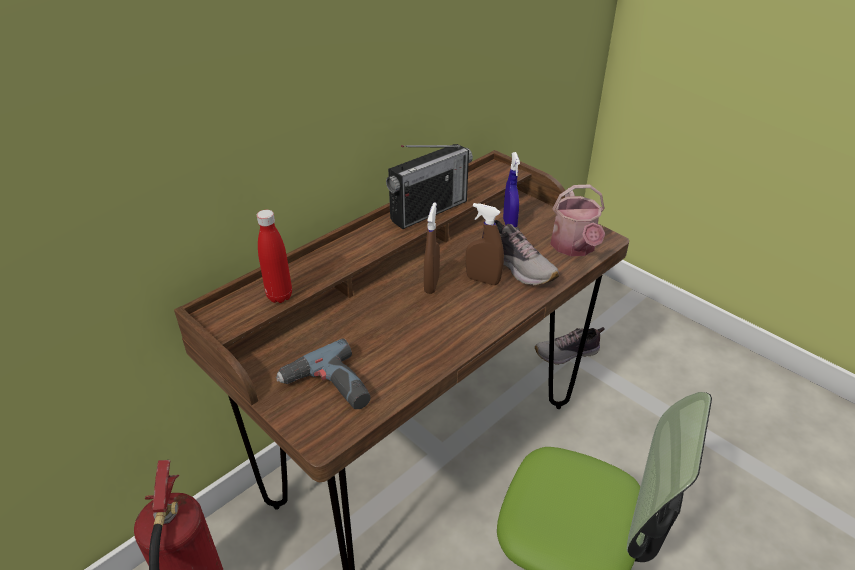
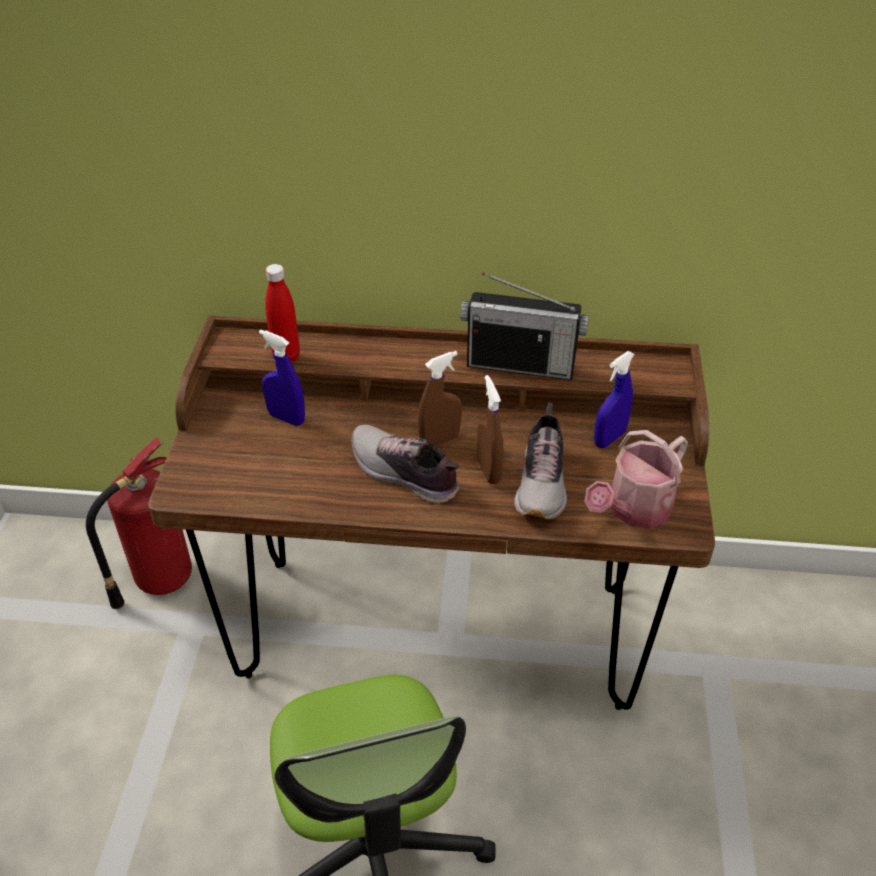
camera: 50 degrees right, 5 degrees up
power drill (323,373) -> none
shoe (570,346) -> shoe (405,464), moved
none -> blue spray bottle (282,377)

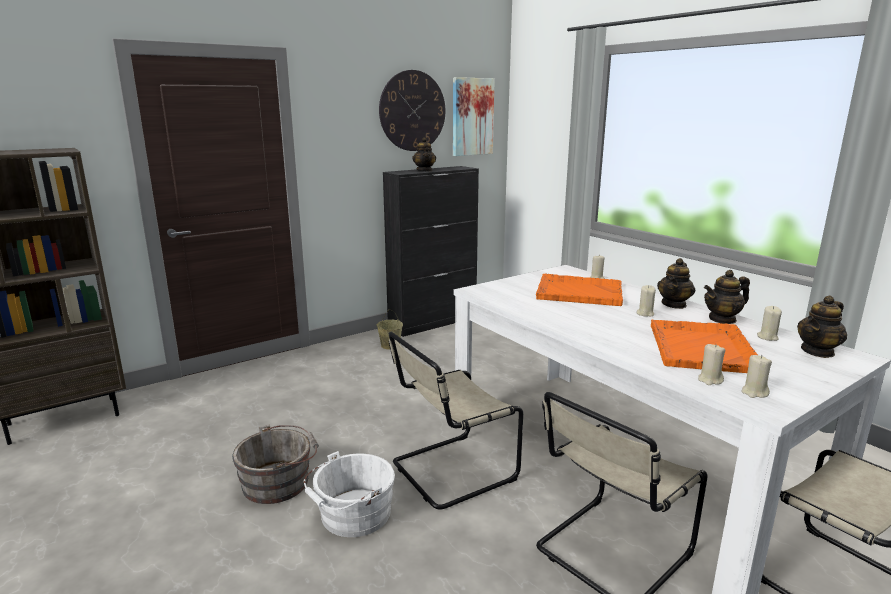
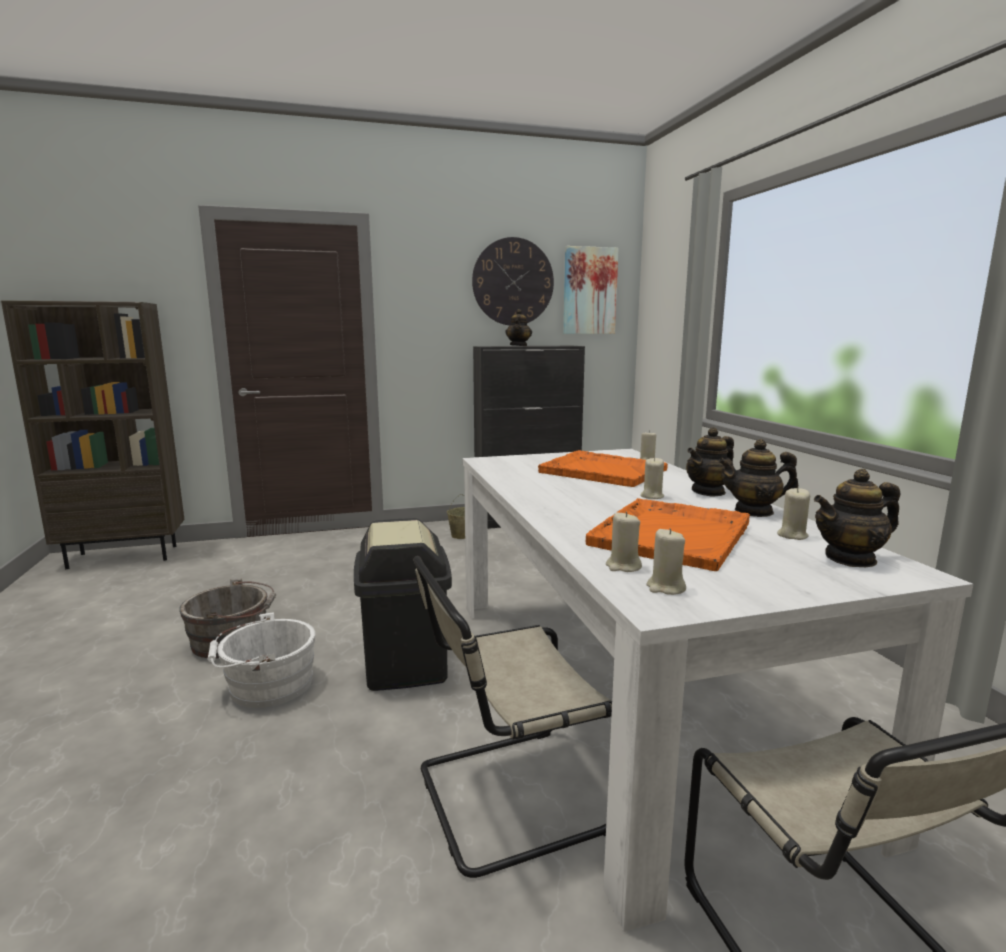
camera: 20 degrees right, 5 degrees down
beige chair (456,421) -> black trash can (403,604)

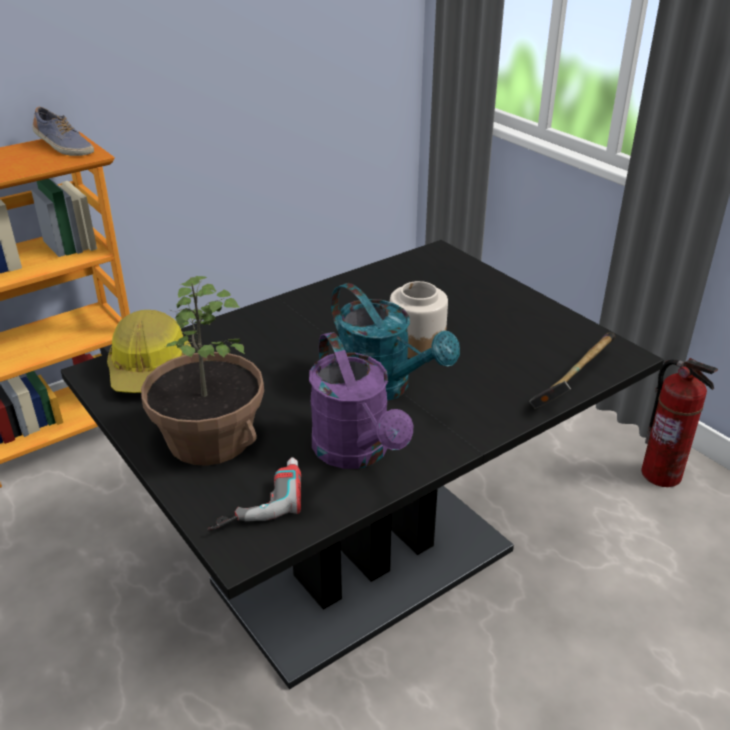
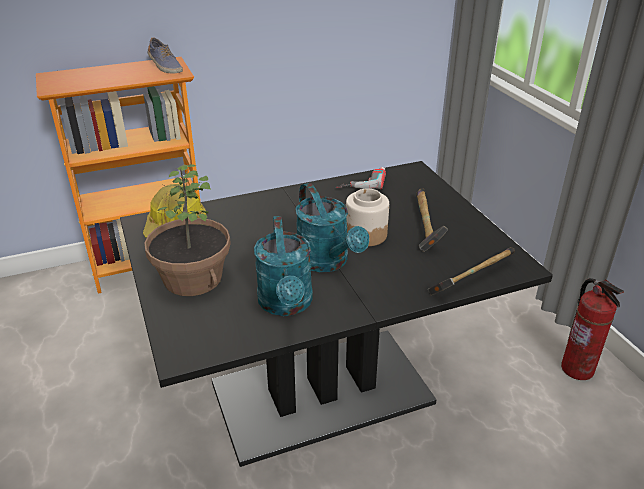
camera: 15 degrees right, 0 degrees up
power drill (254,493) -> power drill (361,178), moved
purple watering can (361,400) -> turquoise watering can (283,266)
none -> hammer (432,220)

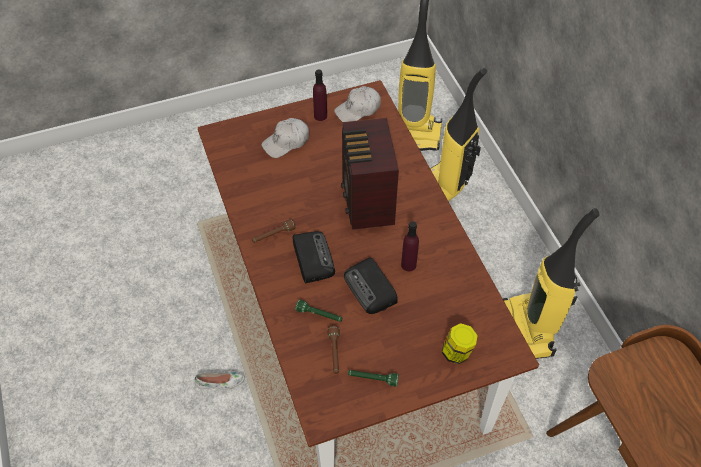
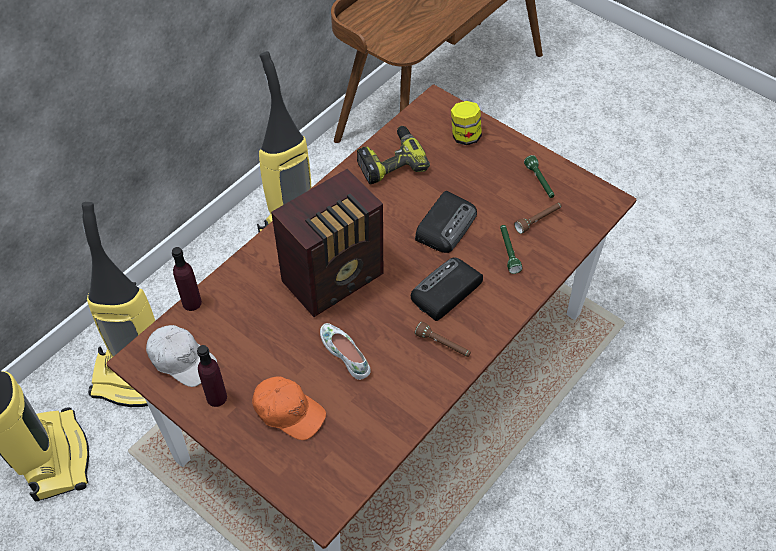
camera: 120 degrees left, 0 degrees up
white shoe (220,381) -> white shoe (345,351), moved
white cap (285,138) -> orange cap (289,408)
purple bottle (410,246) -> purple bottle (187,279), moved
none -> power drill (393,155)

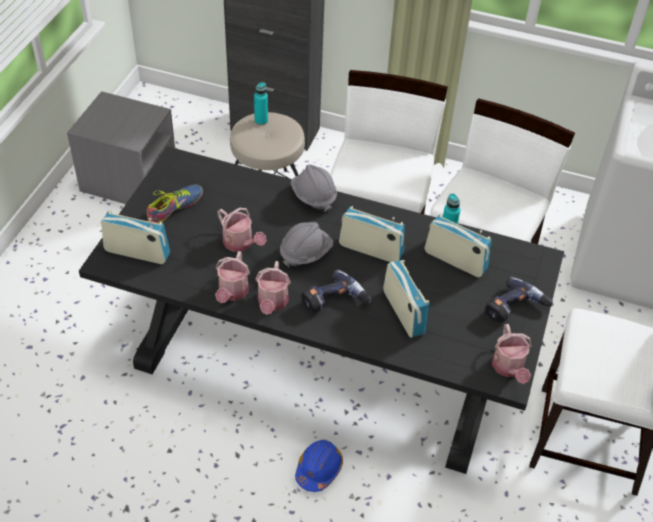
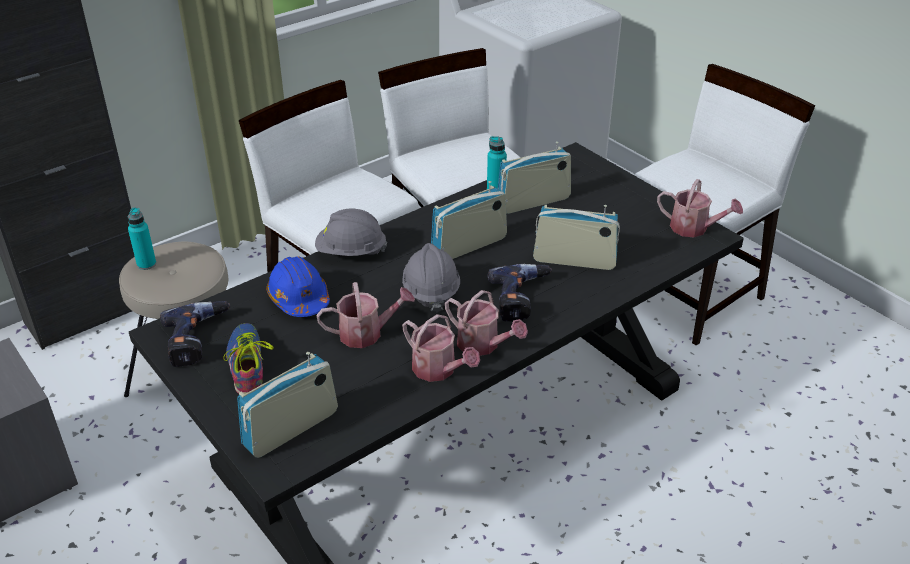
camera: 55 degrees left, 10 degrees down
blue hard hat (319,466) -> blue hard hat (298,286), moved
power drill (519,300) -> power drill (195,334), moved

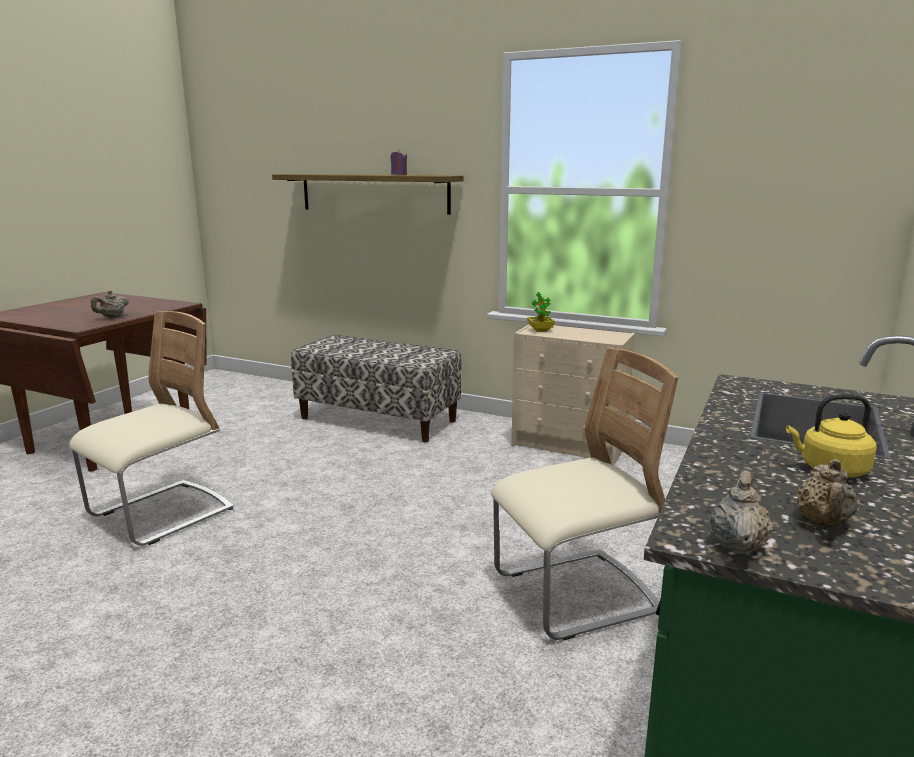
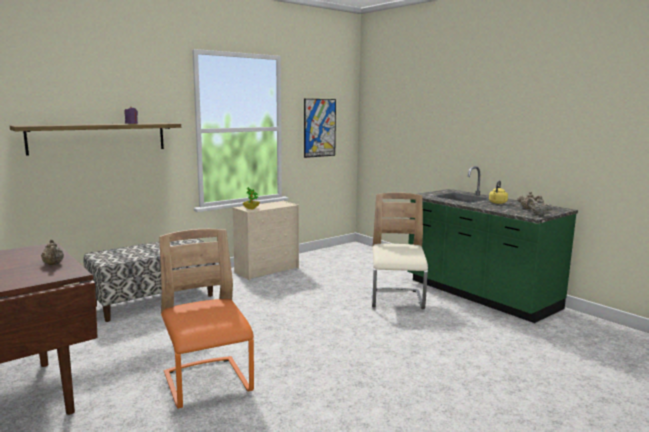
camera: 65 degrees left, 5 degrees down
beige chair (151,428) -> orange chair (206,319)
none -> picture (320,128)

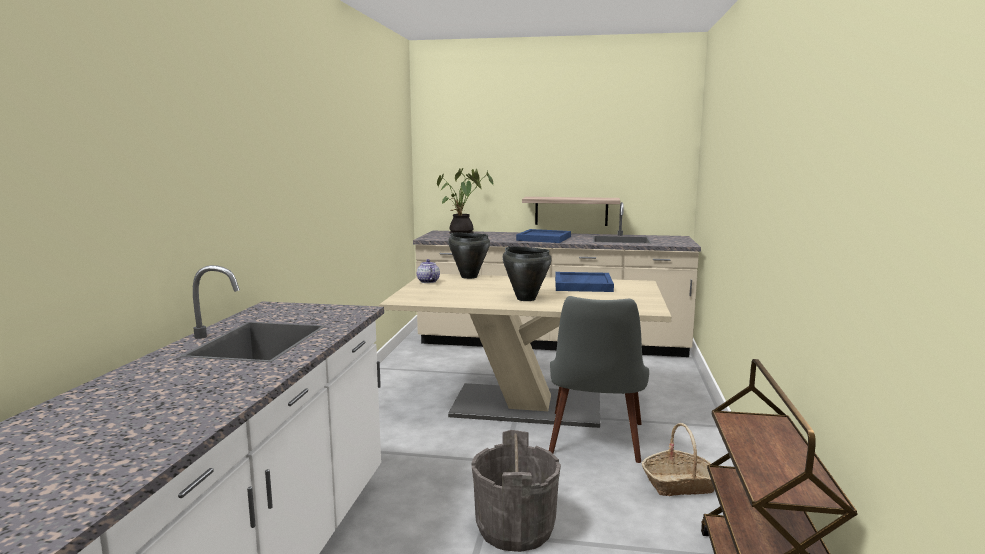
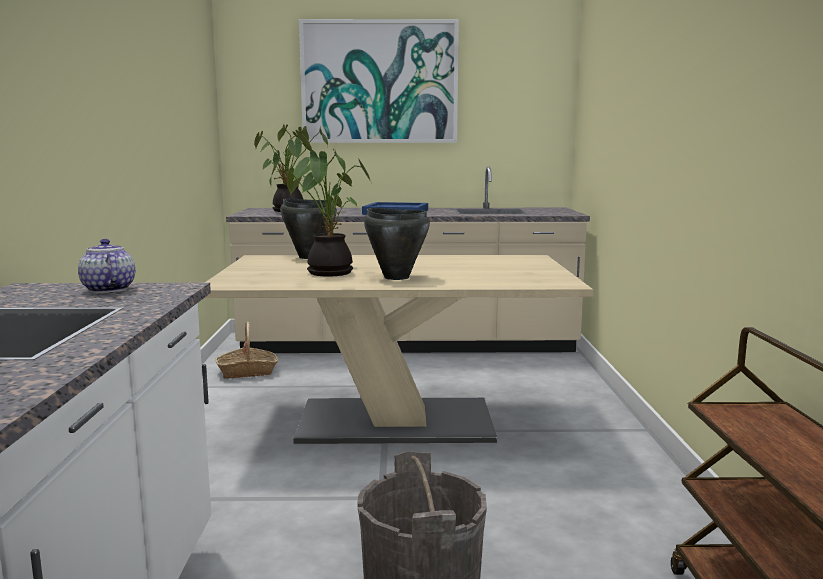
camera: 10 degrees left, 0 degrees up
teapot (428,271) -> teapot (106,266), moved
shelf (571,211) -> none
grey chair (599,379) -> none
blue tray (584,282) -> none
basket (678,459) -> basket (246,350), moved
none -> potted plant (320,213)
none -> picture (379,81)

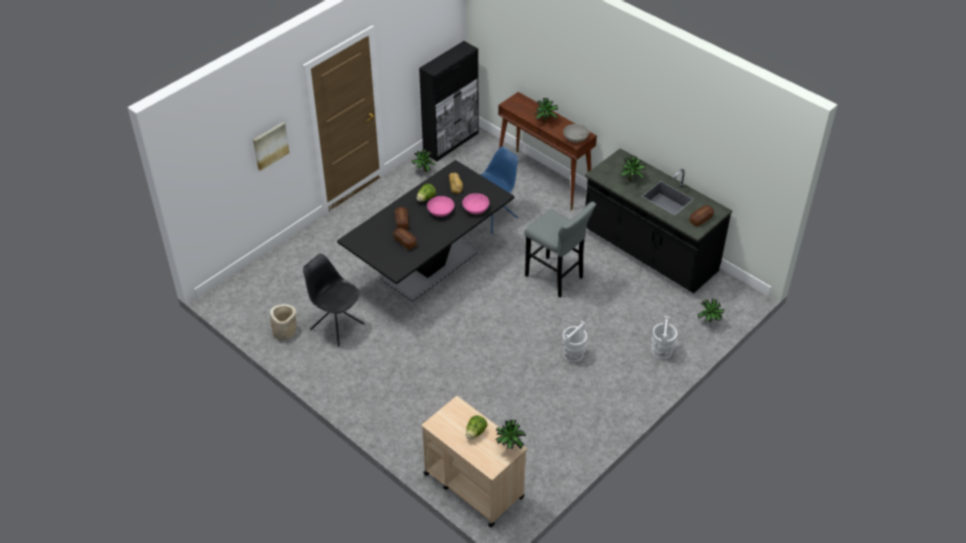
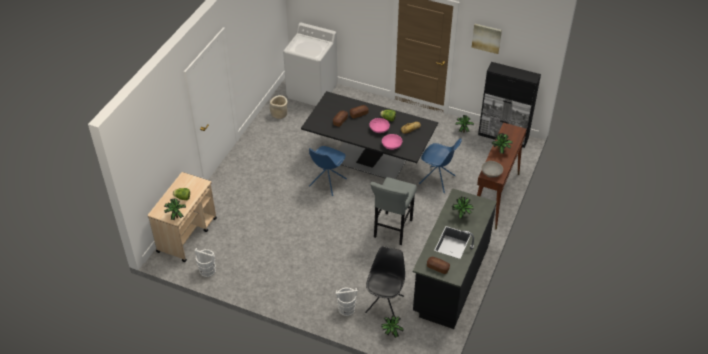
camera: 70 degrees right, 0 degrees up
picture (271,146) -> picture (487,39), moved
black chair (334,300) -> black chair (385,281), moved
white bucket (575,342) -> white bucket (205,262), moved
none -> white washing machine (310,64)
none -> blue chair (328,171)

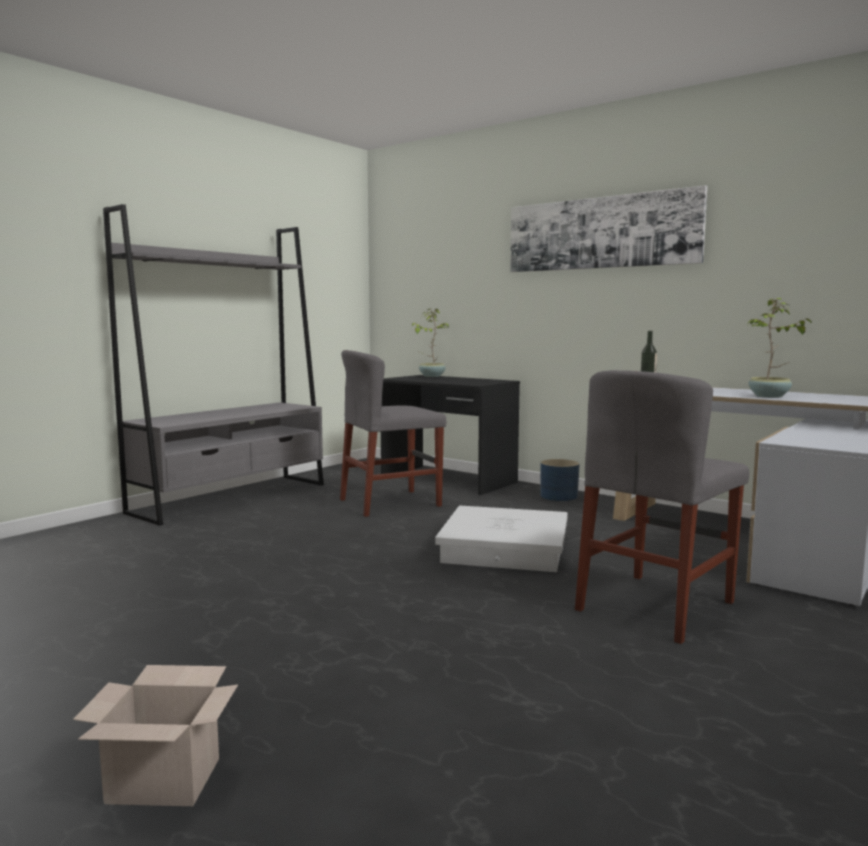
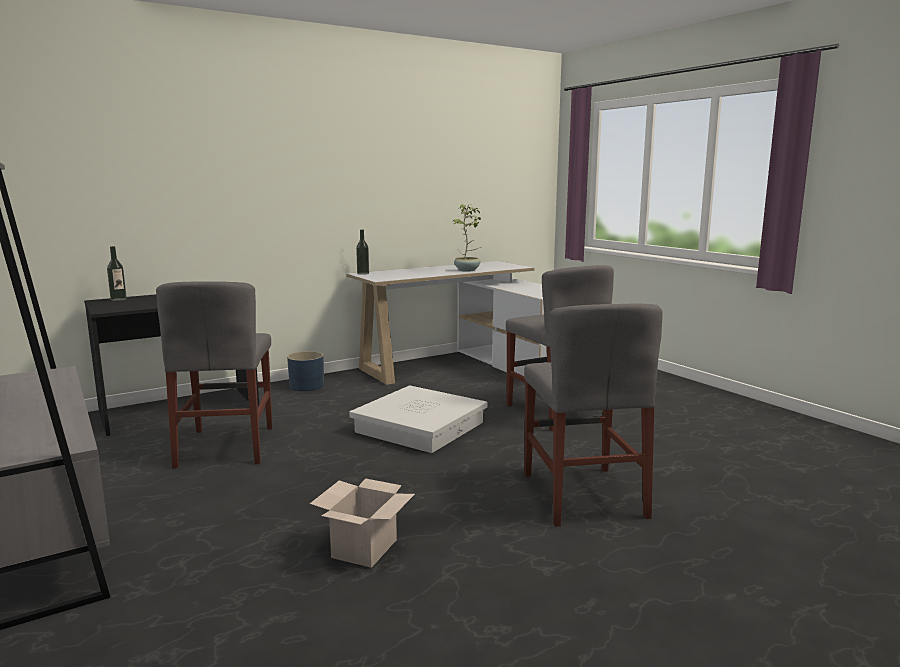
camera: 70 degrees left, 5 degrees up
cardboard box (155,735) -> cardboard box (362,523), moved
potted plant (430,343) -> bottle (117,273)
picture (608,228) -> none
none -> grey chair (593,415)

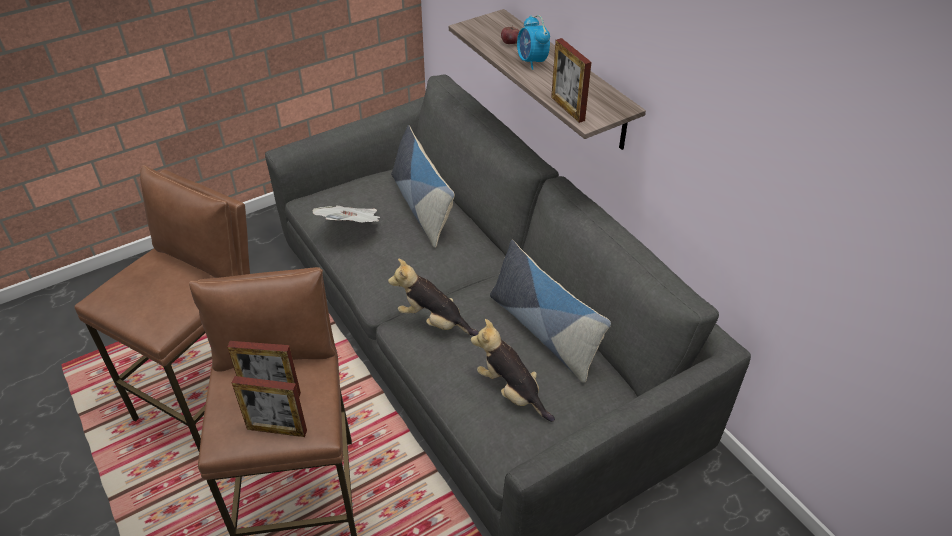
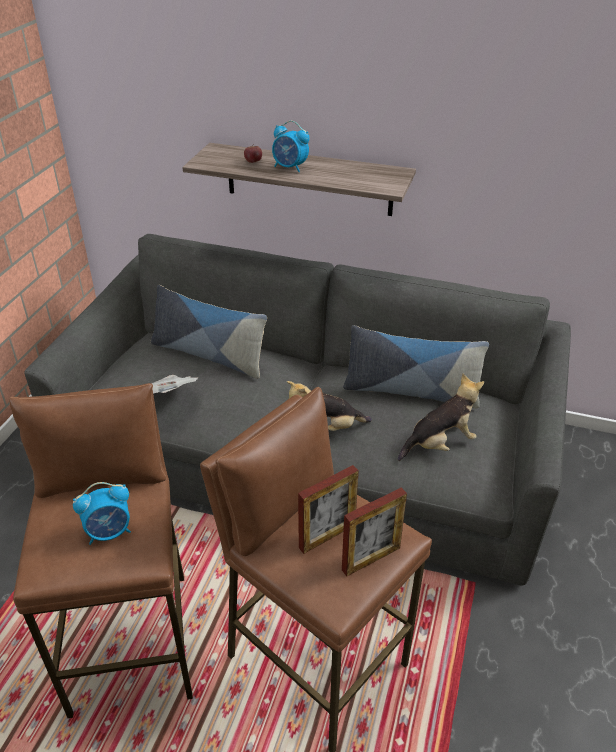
camera: 40 degrees left, 5 degrees down
plush toy (513,370) -> plush toy (441,417), 150 degrees clockwise
picture frame (571,80) -> none
none -> alarm clock (102,513)

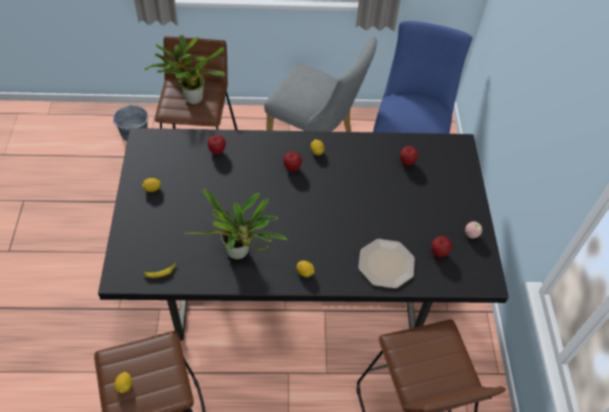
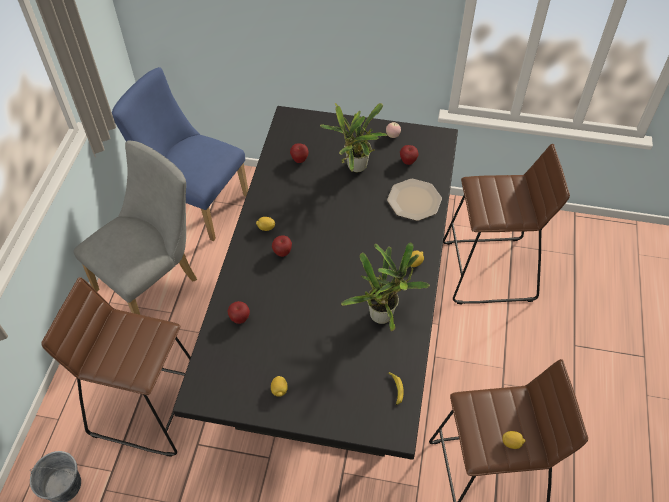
camera: 75 degrees left, 0 degrees up
potted plant (185,69) -> potted plant (353,137), moved

